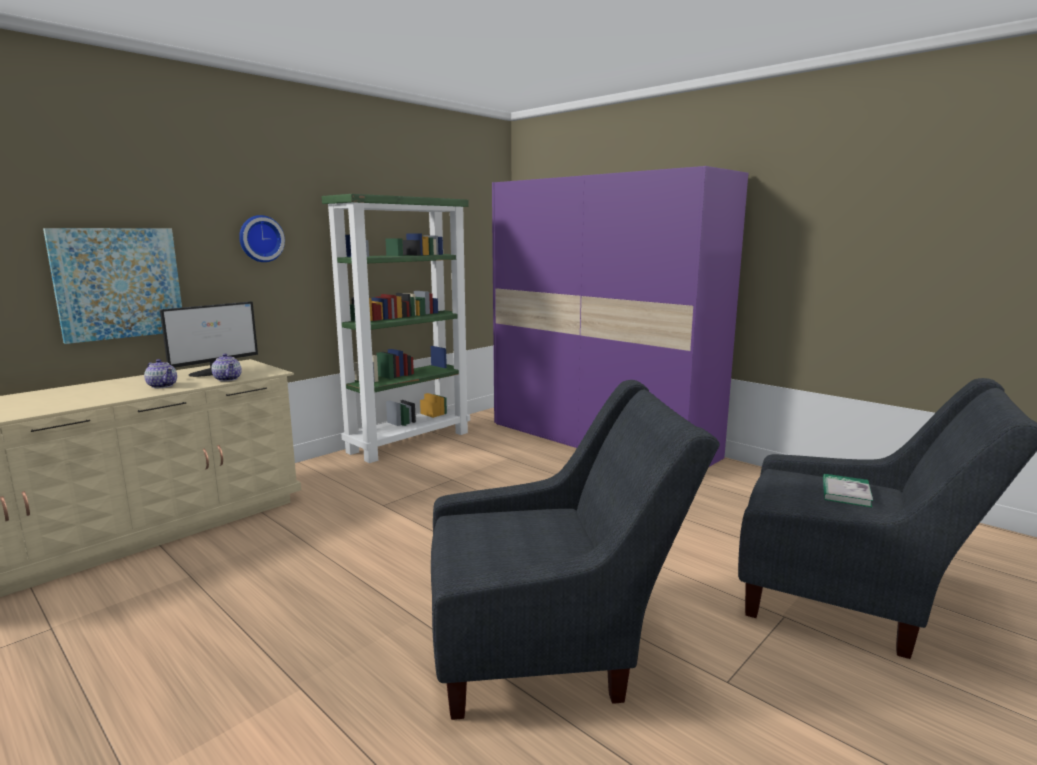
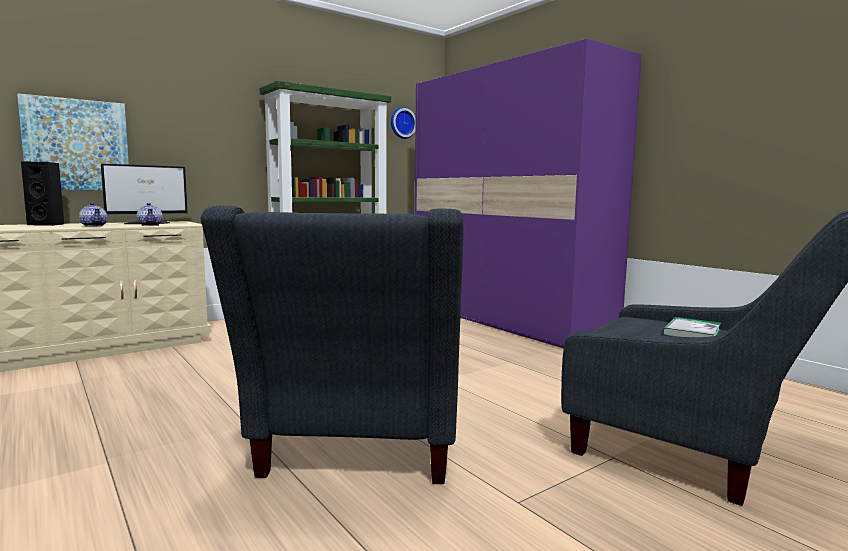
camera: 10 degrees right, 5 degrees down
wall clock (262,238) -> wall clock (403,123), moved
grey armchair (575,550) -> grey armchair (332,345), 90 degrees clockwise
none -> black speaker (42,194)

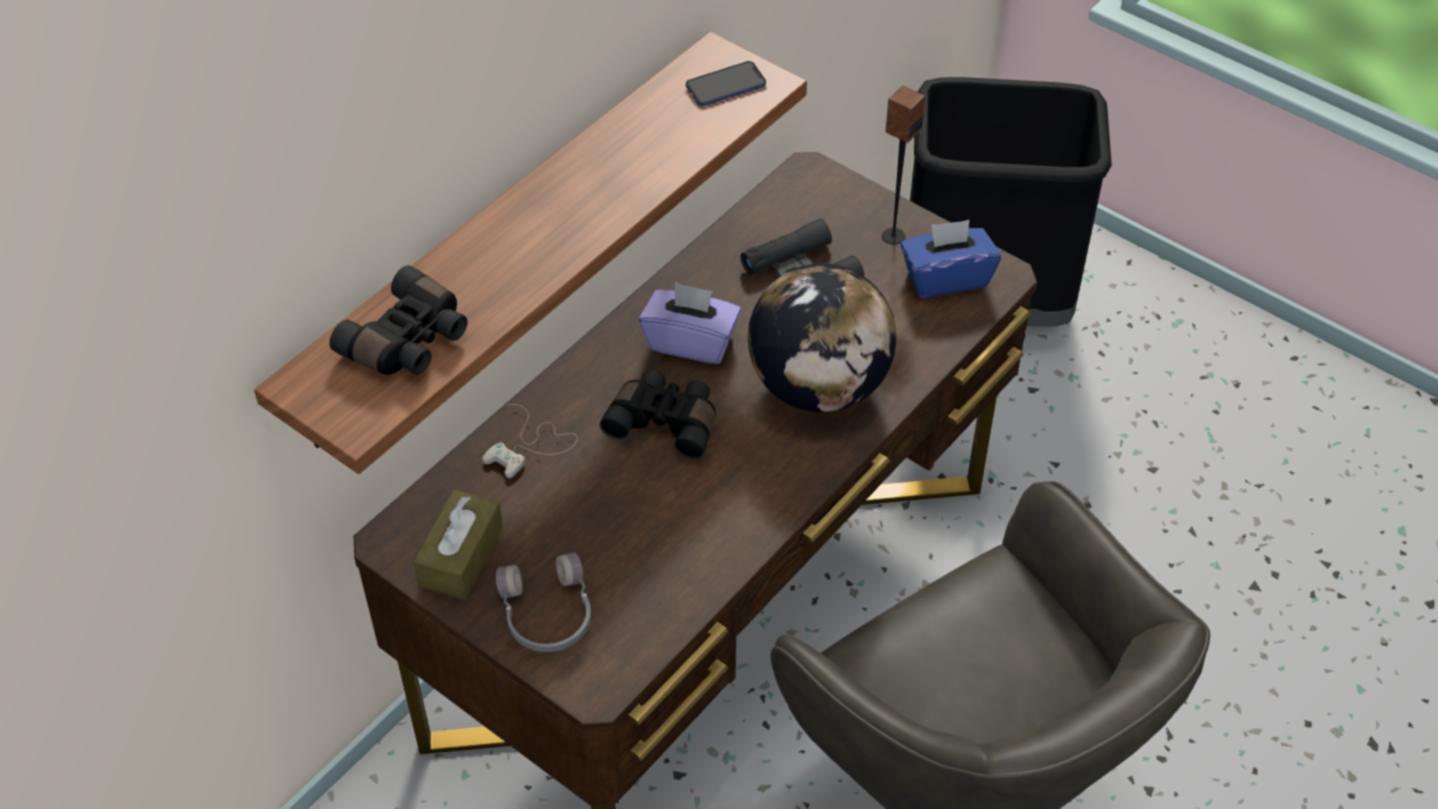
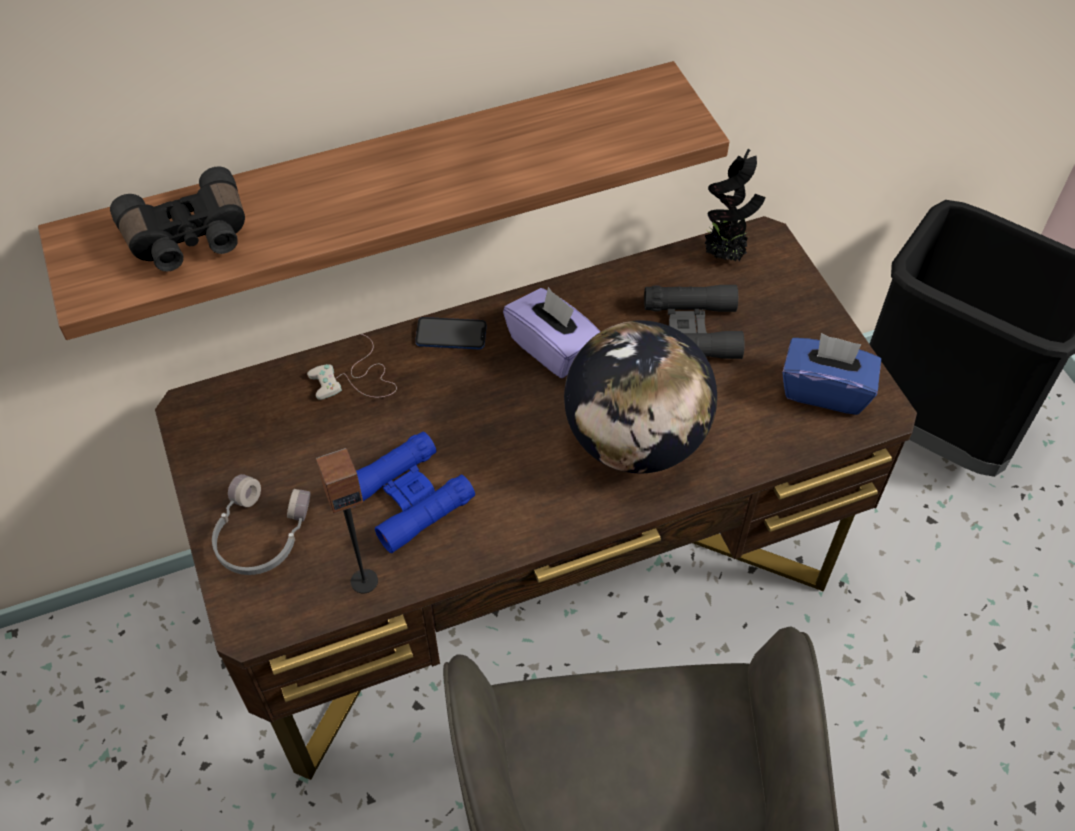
camera: 30 degrees right, 5 degrees up
brown tissue box (458,545) -> none
black binoculars (658,414) -> none
phone (726,83) -> phone (451,333), moved
speaker (903,165) -> speaker (347,520), moved
none -> blue binoculars (415,492)
none -> potted plant (735,205)

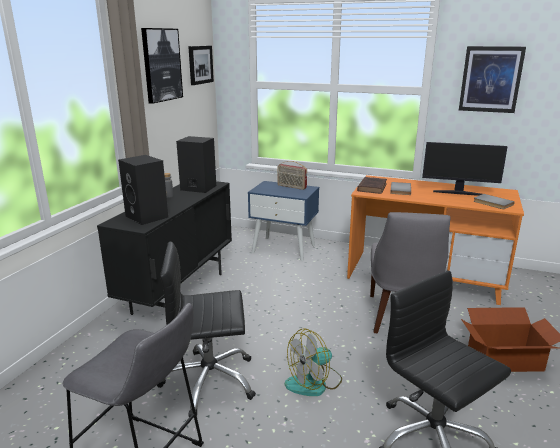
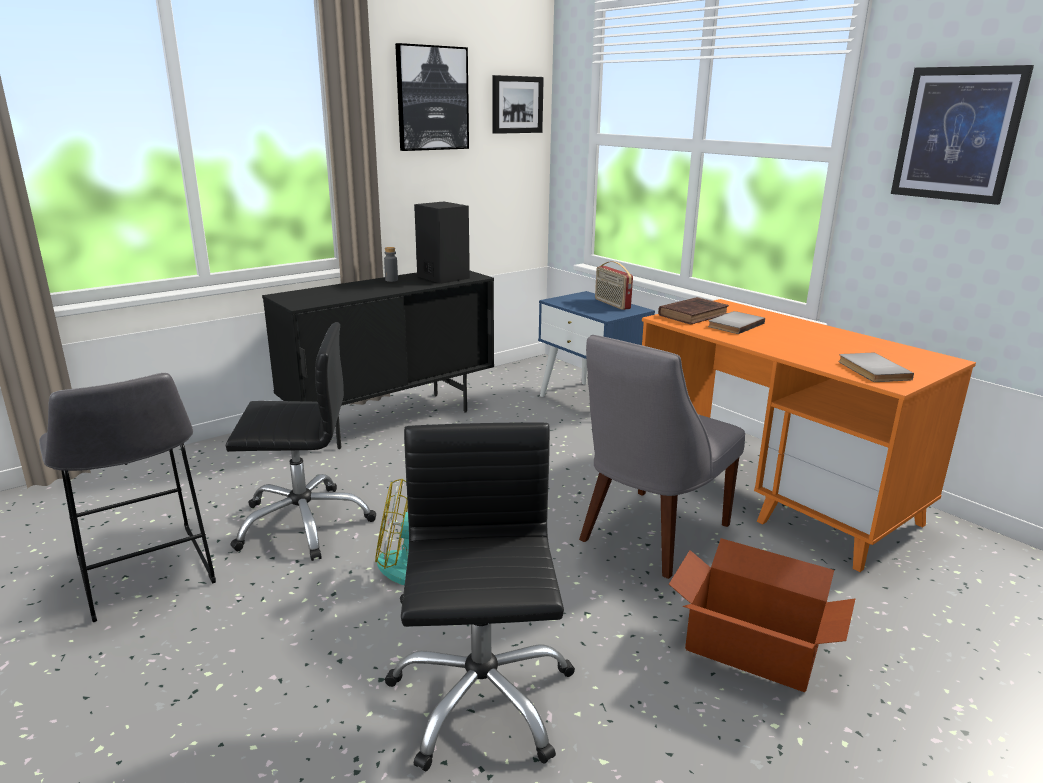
camera: 30 degrees right, 0 degrees up
black speaker (143,190) -> none
black office chair (206,329) -> black office chair (301,441), 150 degrees clockwise
monitor (465,169) -> none

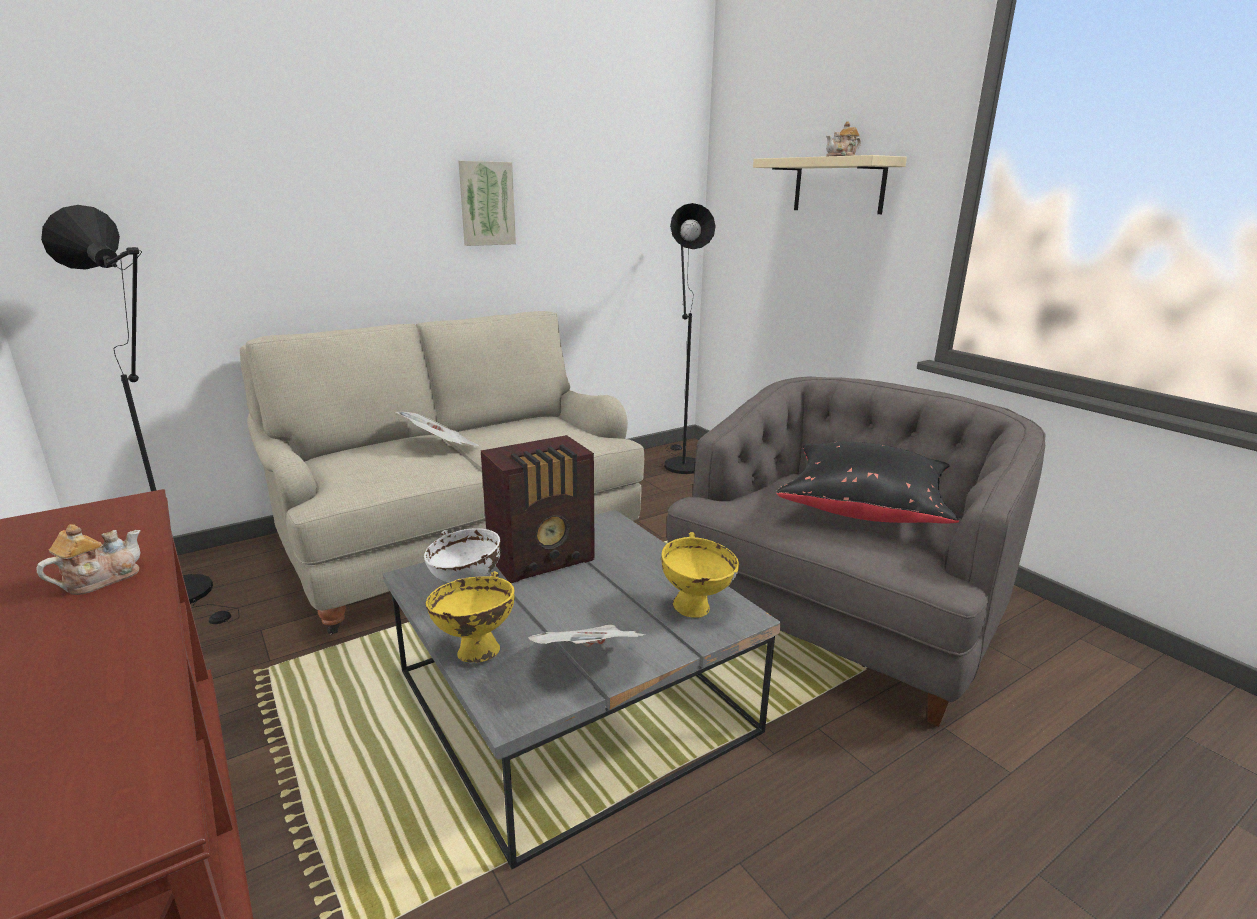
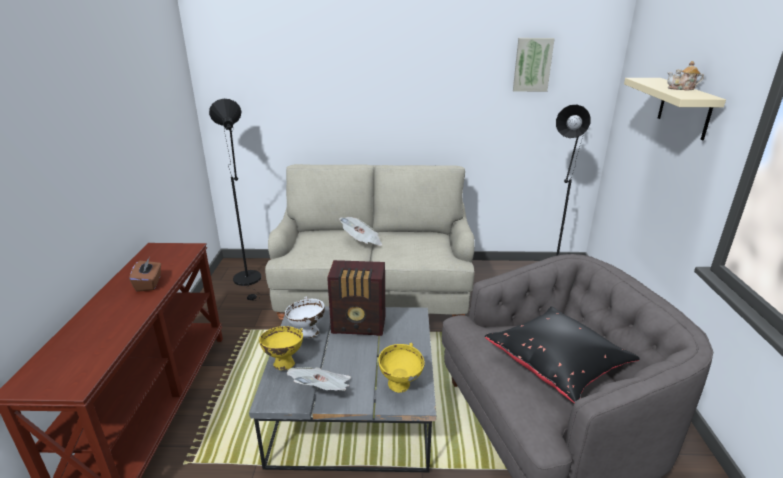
camera: 35 degrees right, 5 degrees up
teapot (88,559) -> brown tissue box (145,274)
picture (487,203) -> picture (534,65), moved

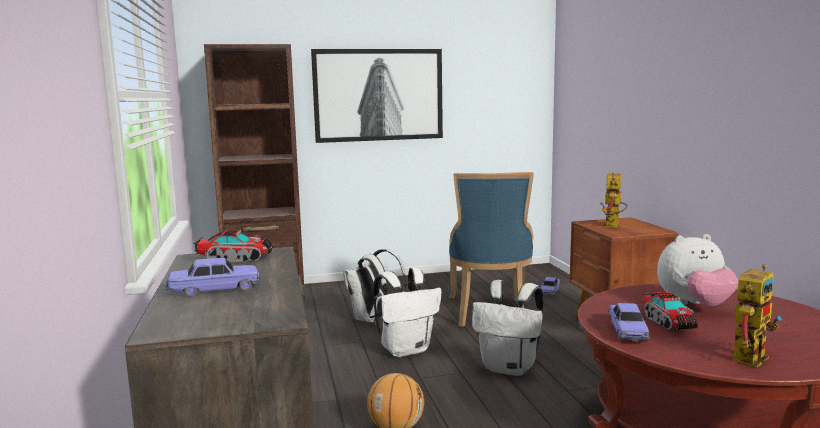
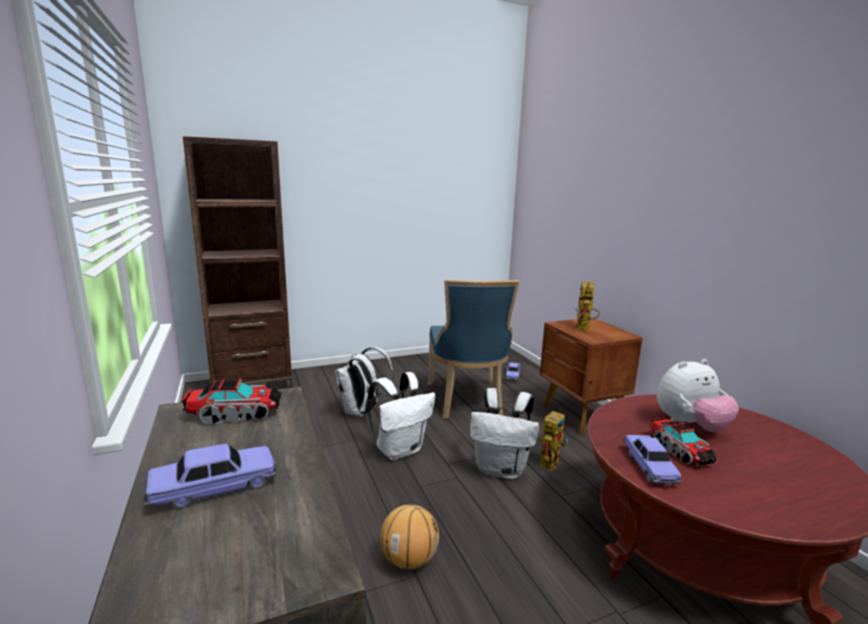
camera: 10 degrees left, 5 degrees up
picture (377,96) -> none
toy robot (757,316) -> toy robot (554,440), moved

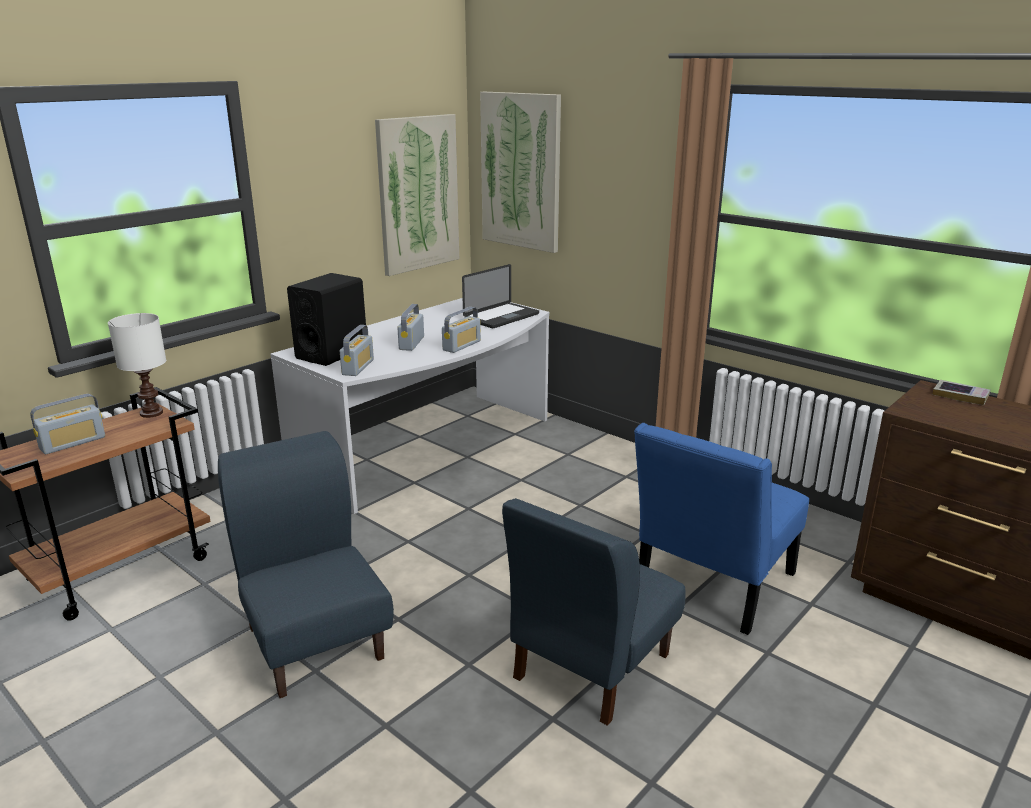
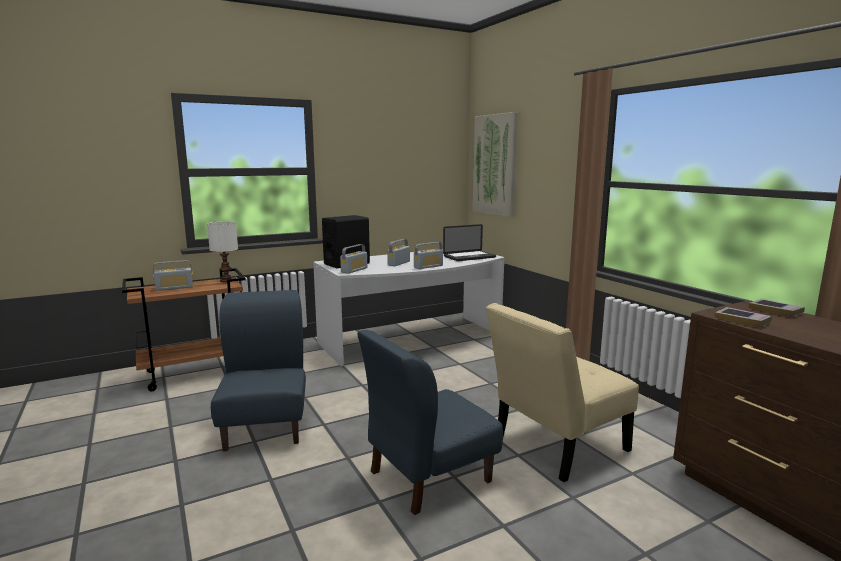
camera: 20 degrees right, 10 degrees down
picture (417,195) -> none
blue chair (721,529) -> beige chair (562,392)
none -> book (743,317)

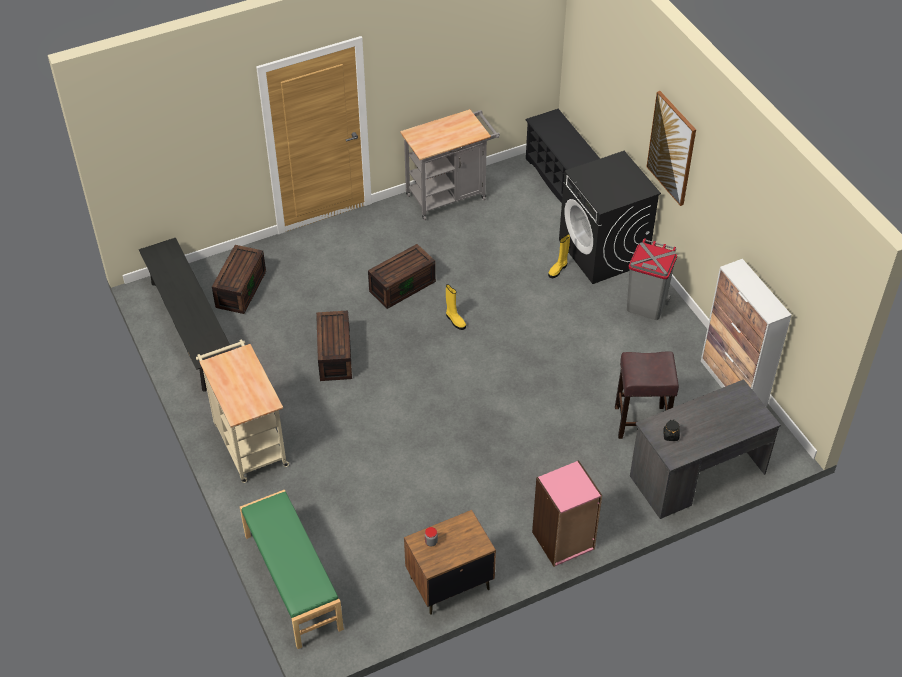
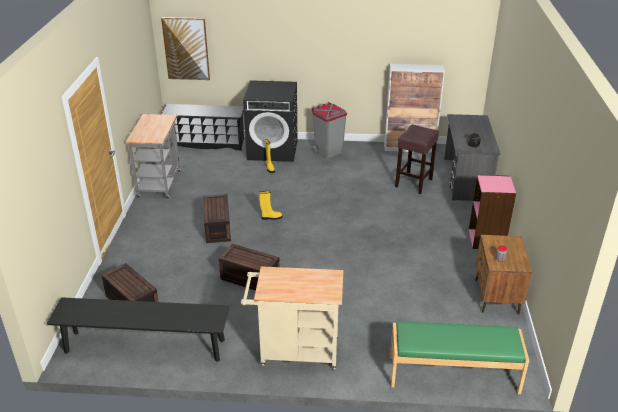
camera: 60 degrees left, 15 degrees down
picture (671,148) -> picture (185,48), moved

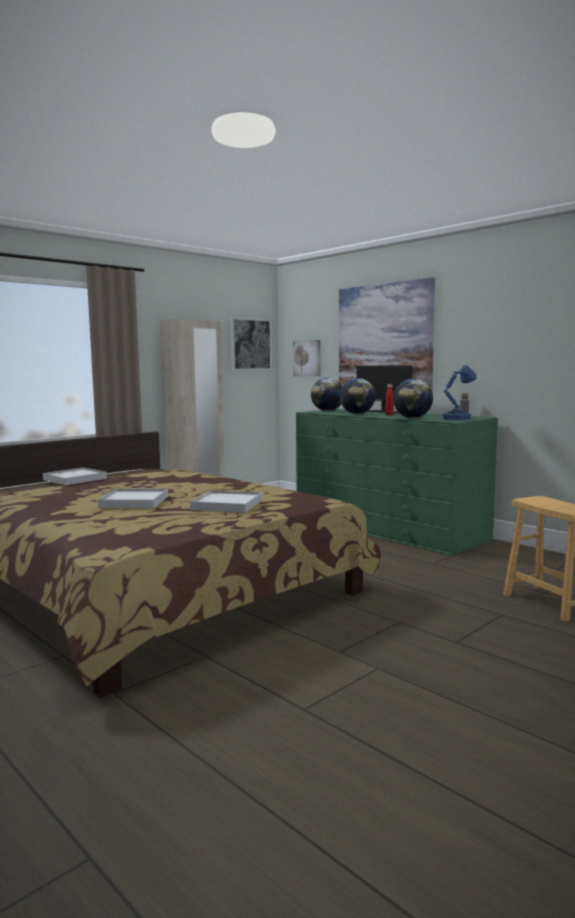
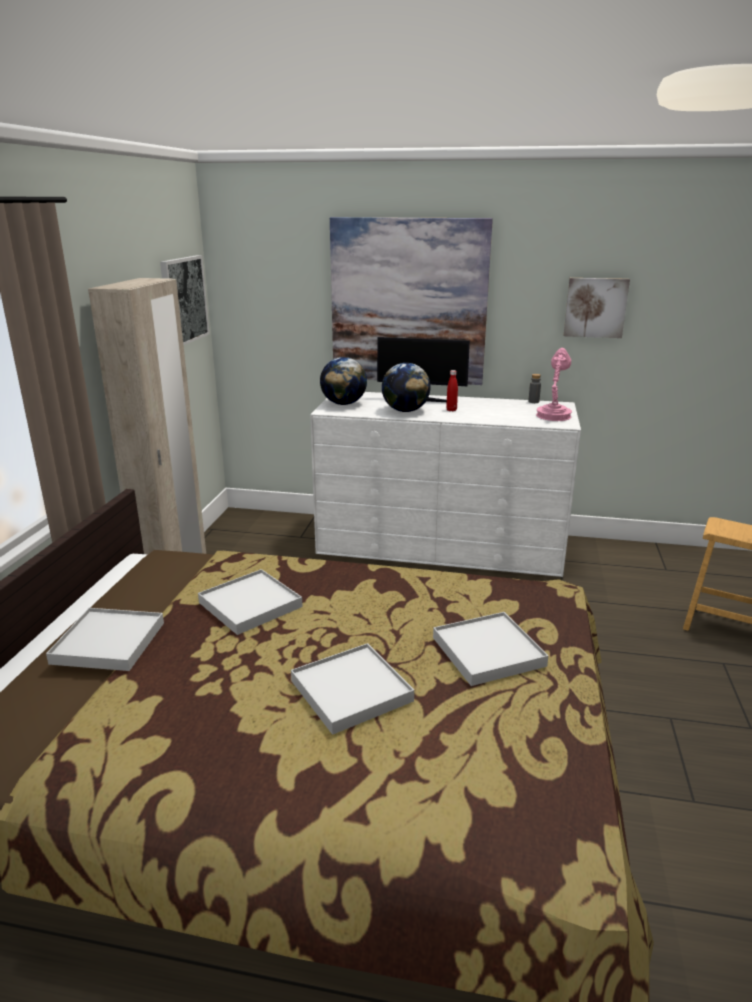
camera: 35 degrees left, 15 degrees up
picture (306,358) -> picture (597,308), moved
green dresser (397,482) -> white dresser (445,484)
globe (413,398) -> none
blue table lamp (459,392) -> pink table lamp (554,384)
none -> white tray (250,602)

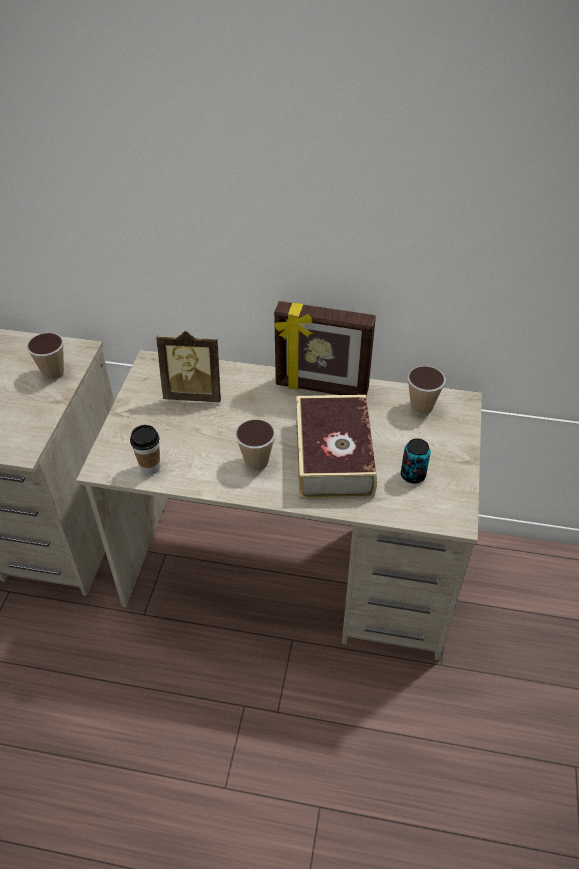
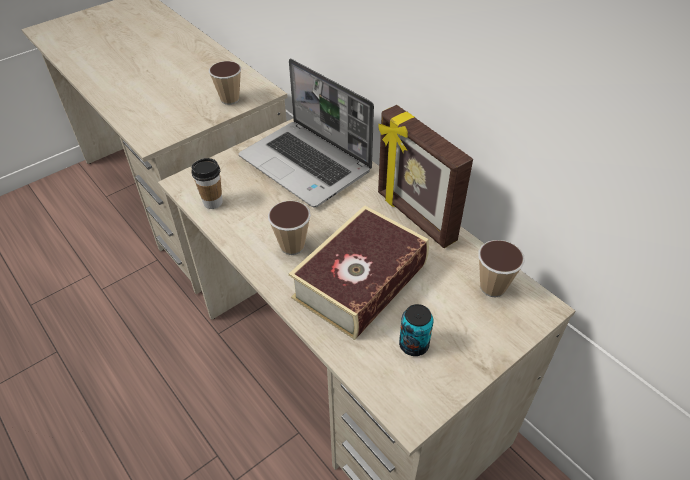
camera: 40 degrees right, 0 degrees up
picture frame (188,366) -> laptop (306,132)

